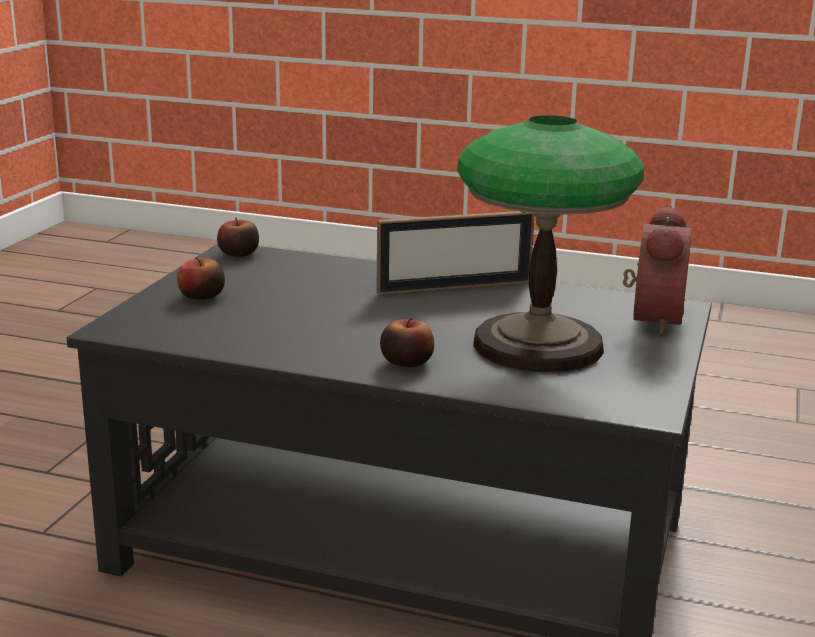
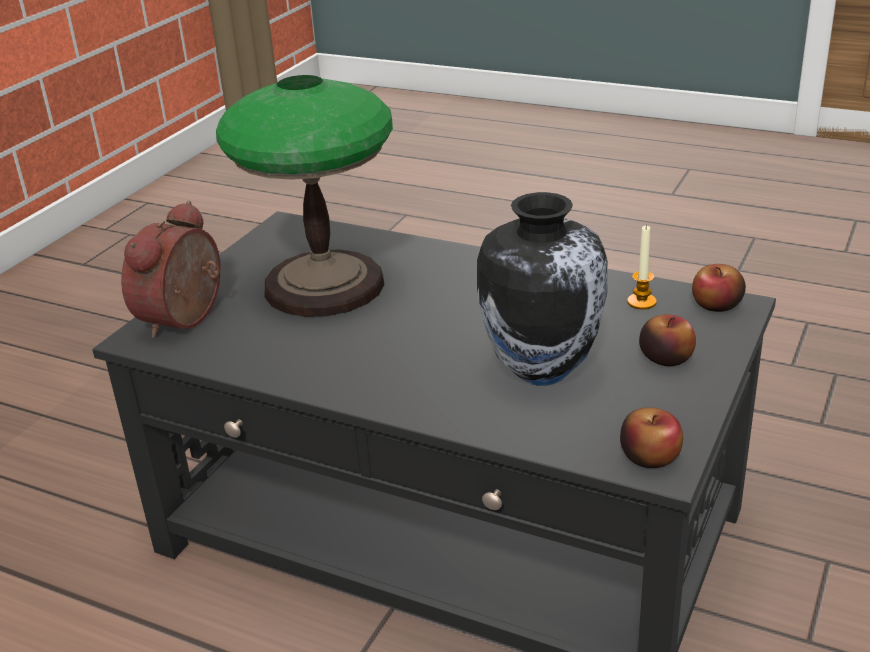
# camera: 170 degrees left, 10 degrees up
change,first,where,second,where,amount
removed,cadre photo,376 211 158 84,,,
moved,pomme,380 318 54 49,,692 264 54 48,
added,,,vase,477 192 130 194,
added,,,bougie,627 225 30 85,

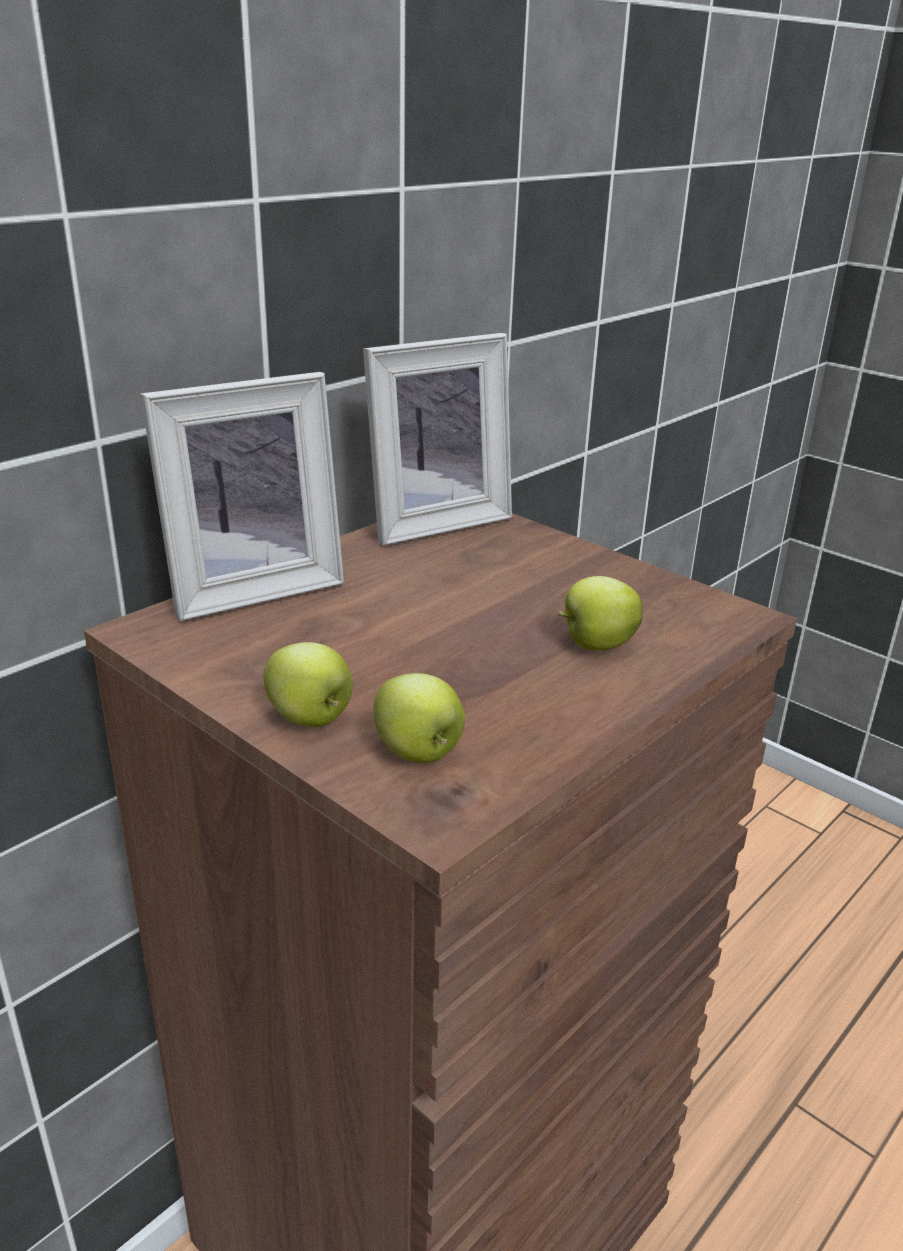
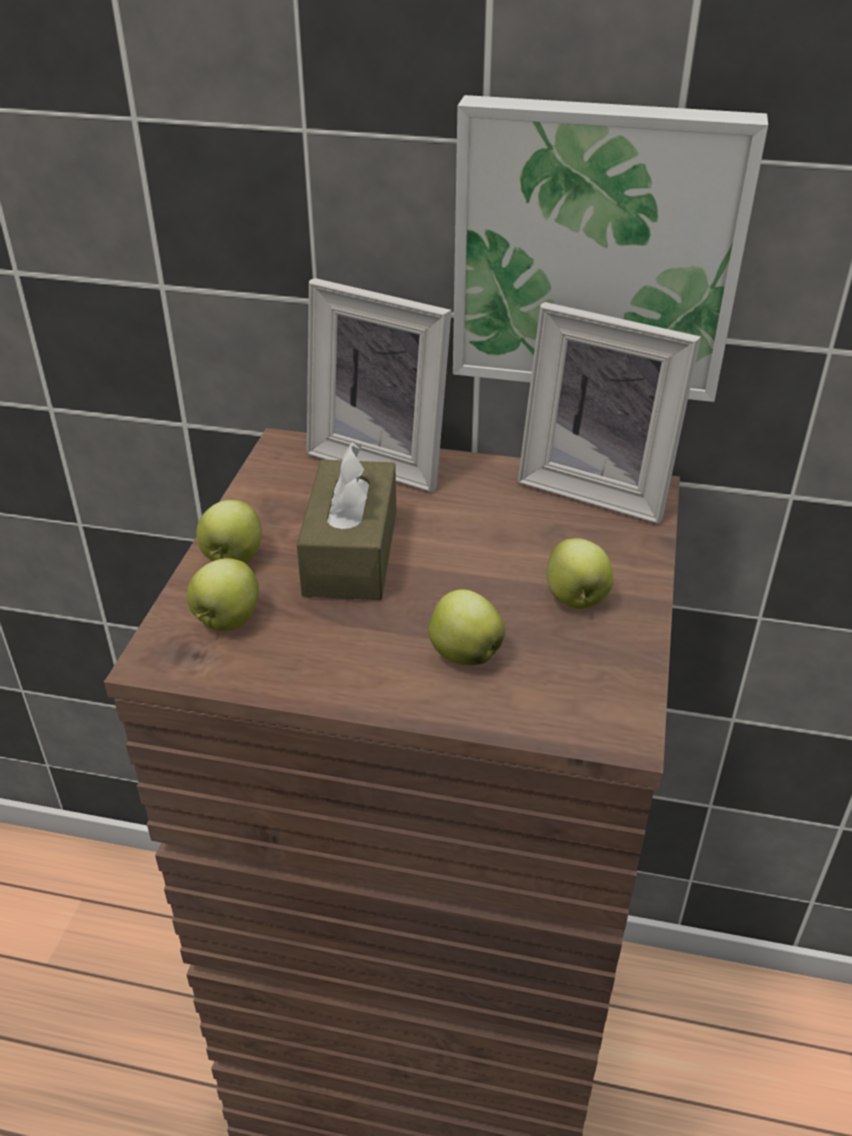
# camera: 60 degrees right, 10 degrees up
change,first,where,second,where,amount
added,,,tableau,453 95 315 307,
added,,,boîte à mouchoirs [marron],297 441 99 159,
added,,,pomme,546 538 68 71,

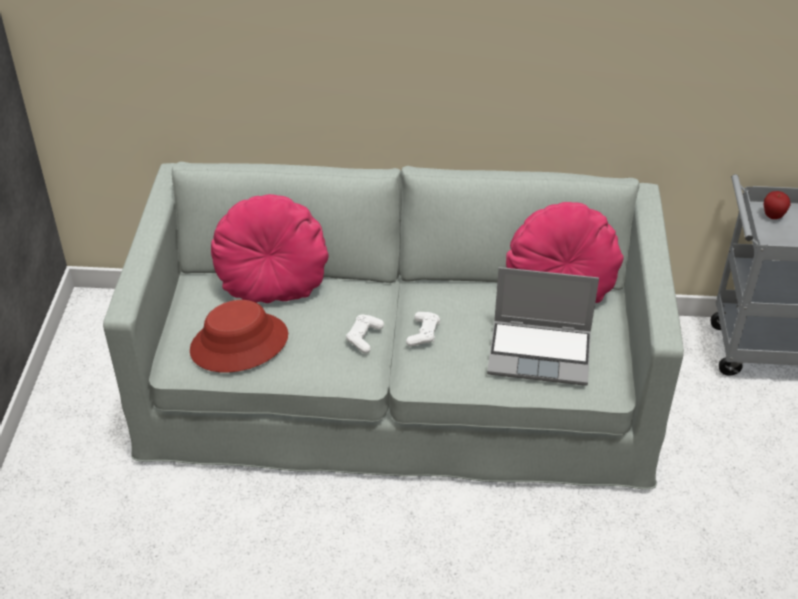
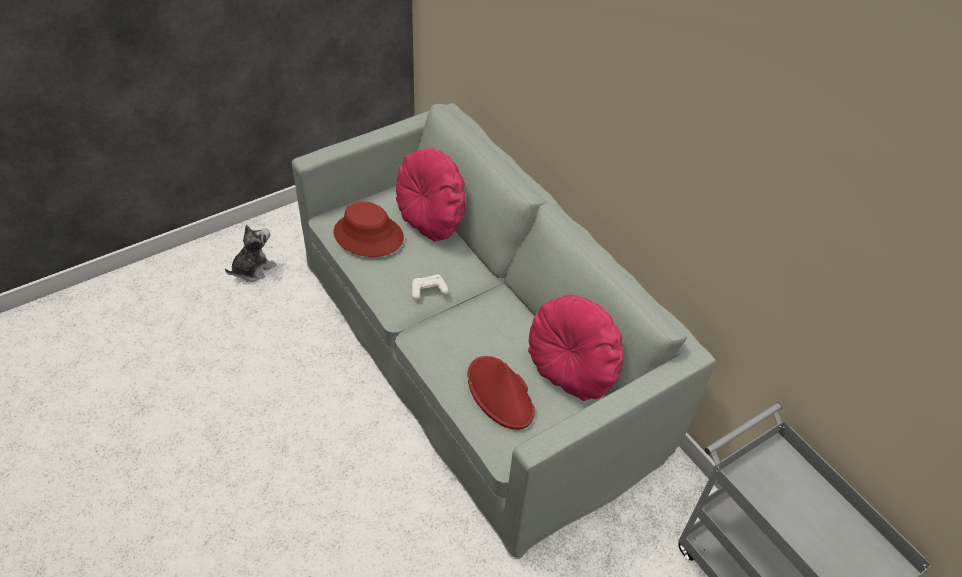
# camera: 50 degrees right, 5 degrees up
change,first,where,second,where,amount
removed,pomme,764 191 27 28,,,
replaced,ordinateur portable,487 267 112 119,chapeau [rouge],467 356 68 74,
removed,manette [blanc],406 312 34 34,,,
added,,,peluche,225 225 51 57,

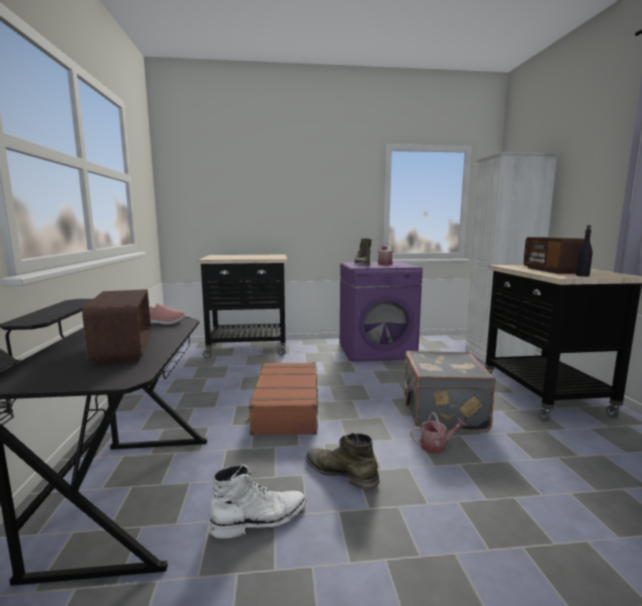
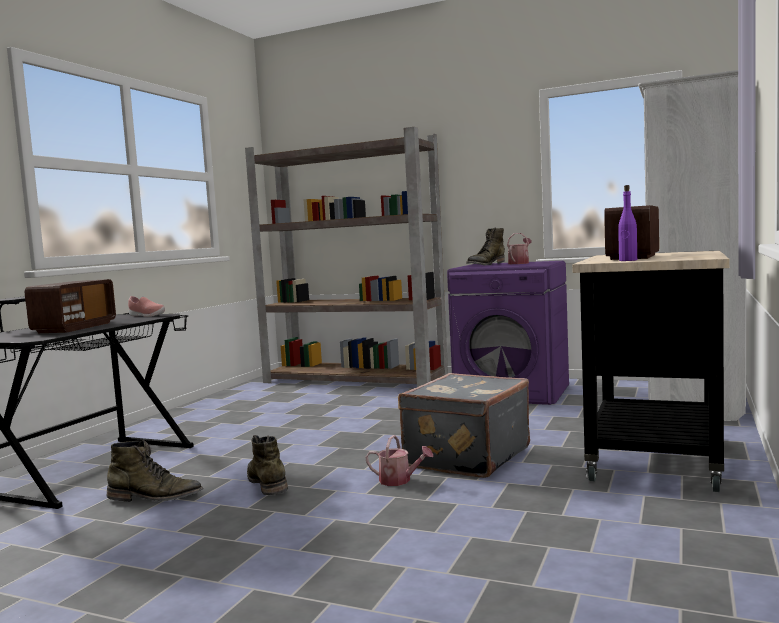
# camera: 30 degrees right, 5 degrees down
change,first,where,second,where,amount
recoloured,bouteille [noir],576 225 17 52,bouteille [violet],618 185 19 76,
replaced,chariot [noir],198 254 89 104,bibliothèque [marron],245 127 203 260,
removed,valise [marron],246 362 72 73,,,
recoloured,botte [blanc],209 464 98 74,botte [vert],107 440 96 62,

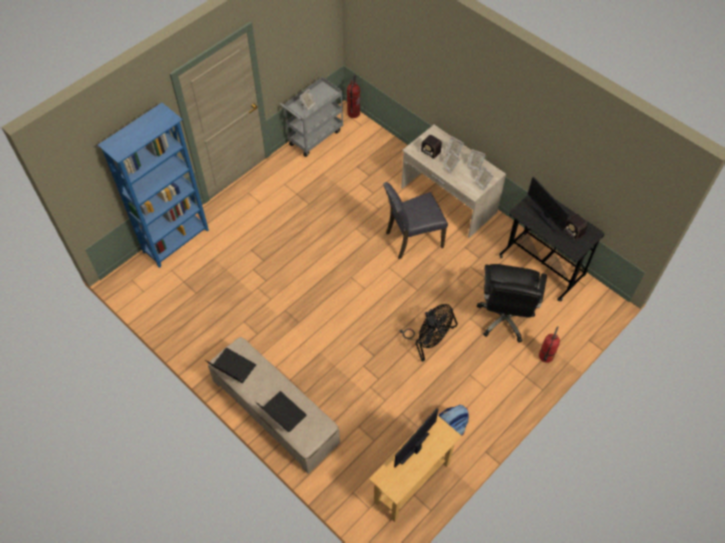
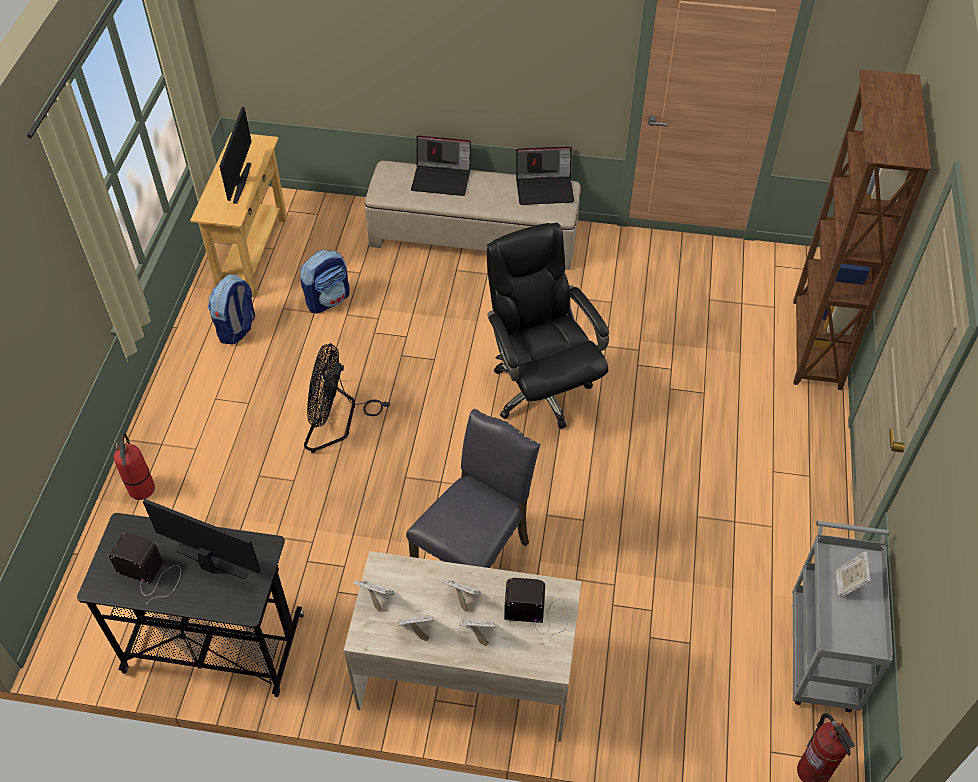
# camera: 145 degrees right, 5 degrees down
change,first,where,second,where,amount
recoloured,bibliothèque [bleu],98 103 111 165,bibliothèque [marron],793 69 138 321,
moved,chaise de bureau [noir],477 264 70 78,,487 223 122 206,
added,,,sac à dos,300 250 49 64,

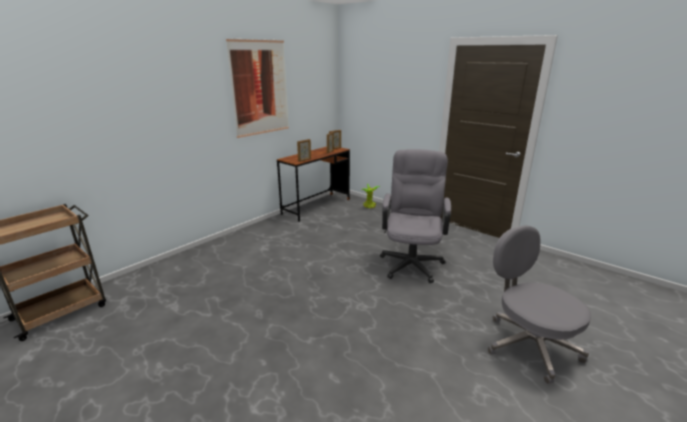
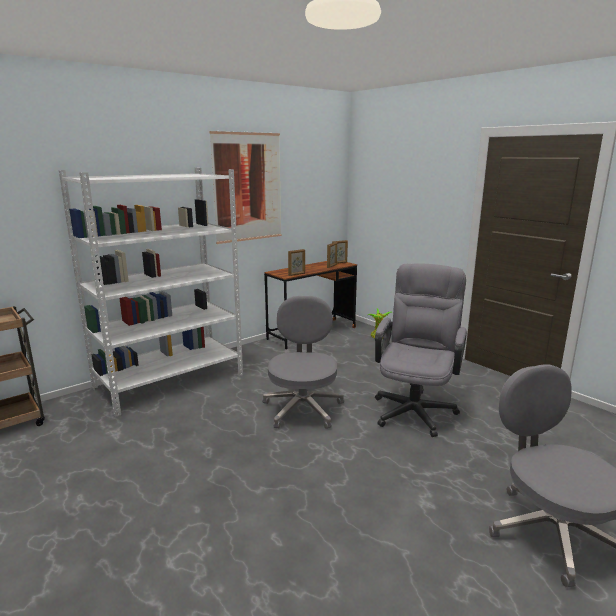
# camera: 10 degrees right, 5 degrees down
change,first,where,second,where,amount
added,,,bibliothèque [blanc],59 168 184 249,
added,,,chaise de bureau [gris],262 296 82 133,

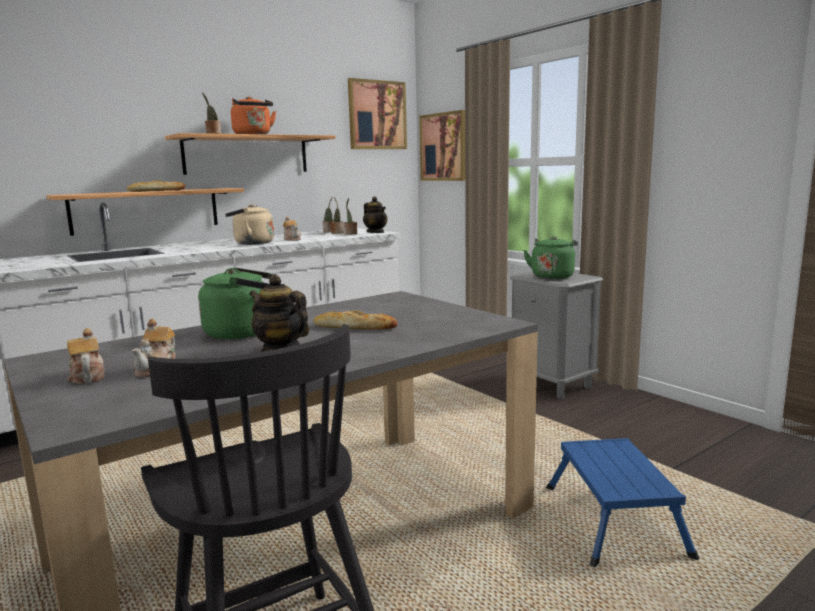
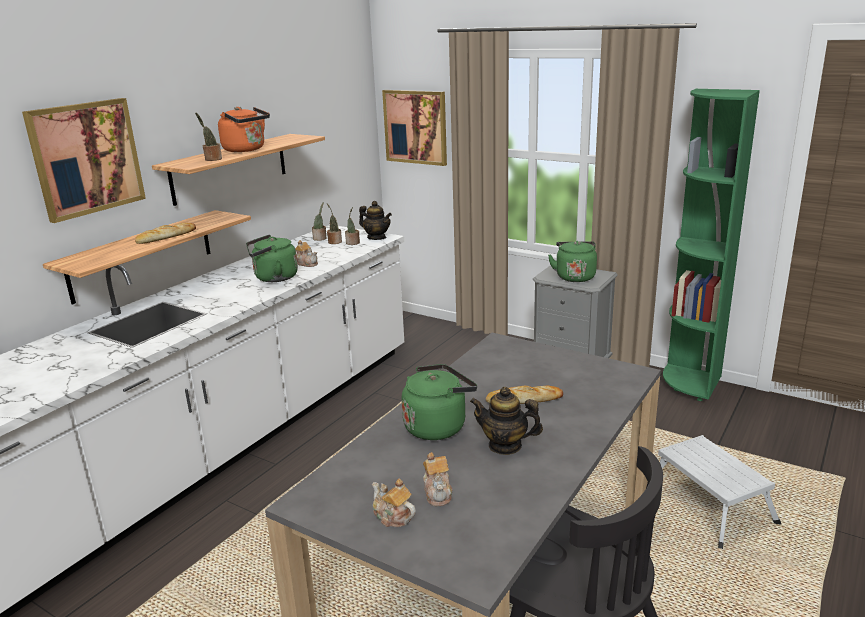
# camera: 20 degrees left, 10 degrees up
change,first,where,second,where,amount
moved,tableau,348 78 59 71,,22 98 124 125,
recoloured,bouilloire [beige],225 204 49 41,bouilloire [vert],246 234 52 48,
recoloured,escabeau [bleu],546 438 153 130,escabeau [blanc],658 435 123 114,
added,,,bibliothèque [vert],663 89 97 312,

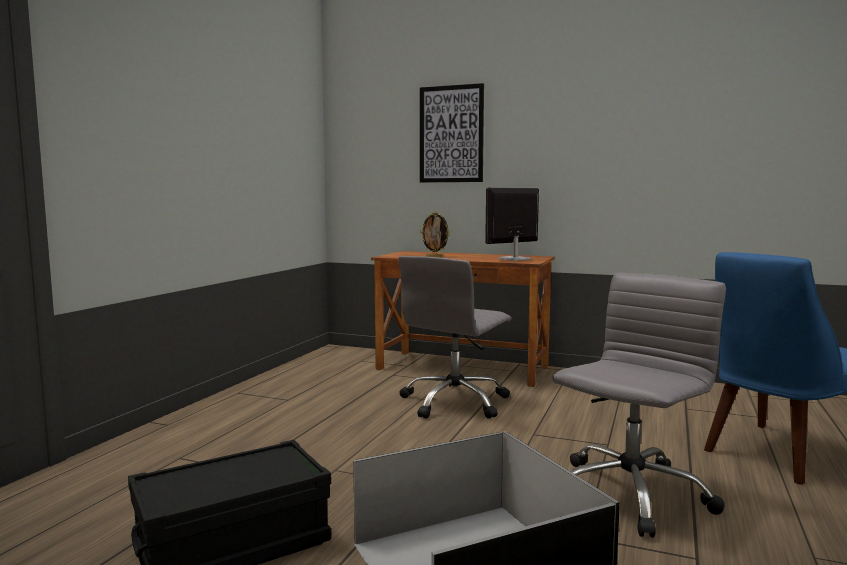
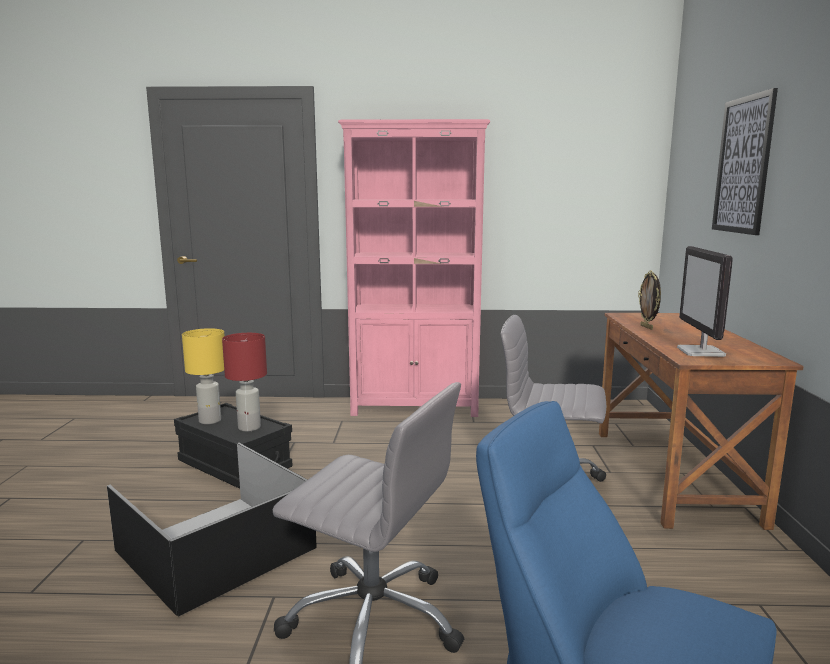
# camera: 70 degrees right, 5 degrees up
change,first,where,second,where,amount
turned,écran d'ordinateur,485 187 54 74,,677 246 55 111,120 degrees counterclockwise
added,,,bibliothèque [rose],338 119 152 298,
added,,,lampe de table [jaune],182 328 43 96,
added,,,lampe de table [rouge],222 333 45 98,

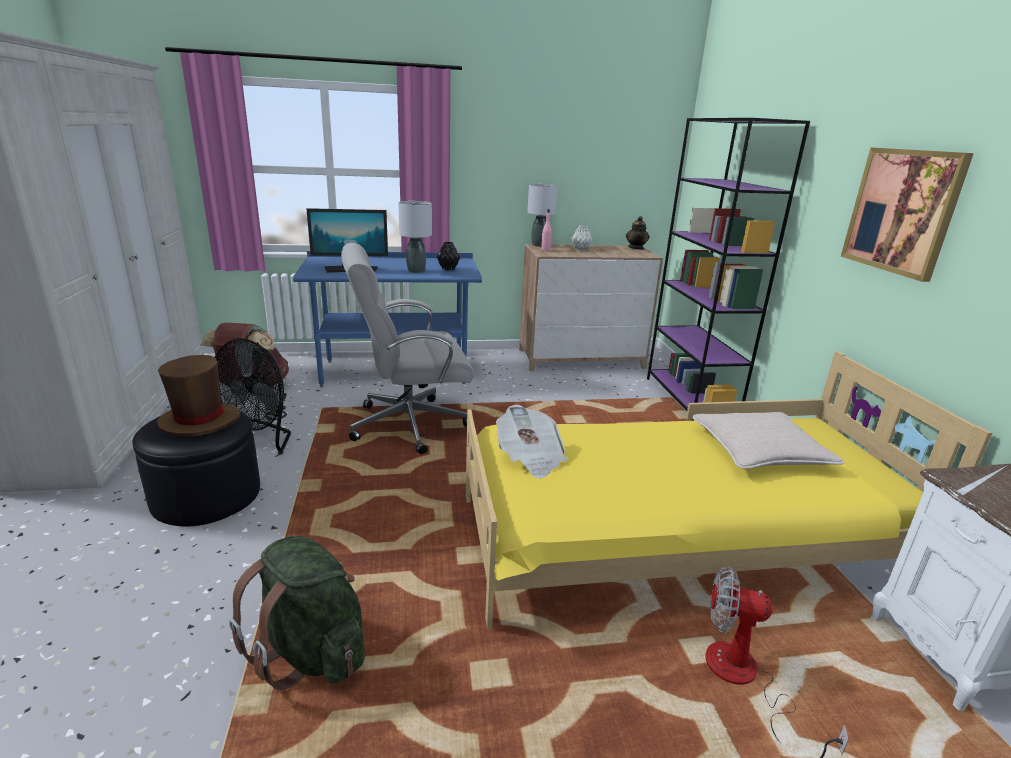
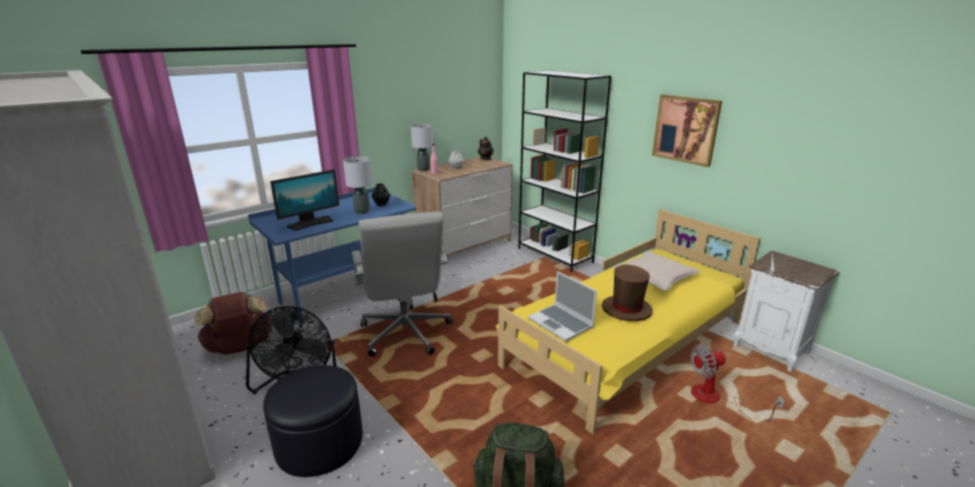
# camera: 30 degrees left, 0 degrees up
change,first,where,second,where,amount
recoloured,bibliothèque [violet],647 118 163 303,bibliothèque [blanc],518 70 93 202,
turned,chaise de bureau [gris],341 243 133 211,,352 211 101 146,60 degrees counterclockwise
moved,chapeau [marron],157 355 83 82,,602 264 51 57,
replaced,journal,496 405 71 74,ordinateur portable,528 271 69 71,

